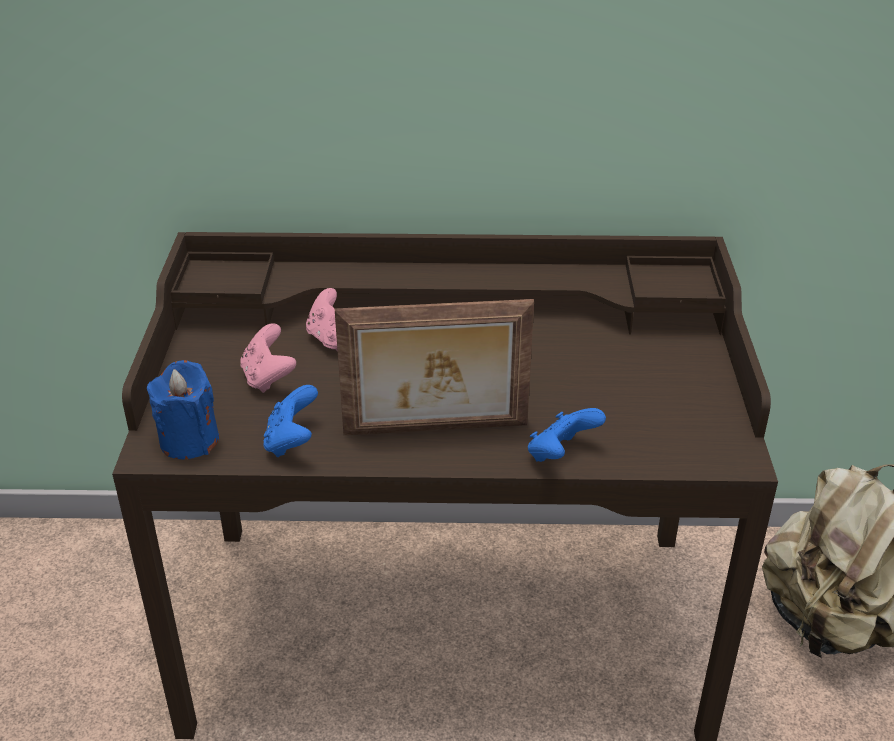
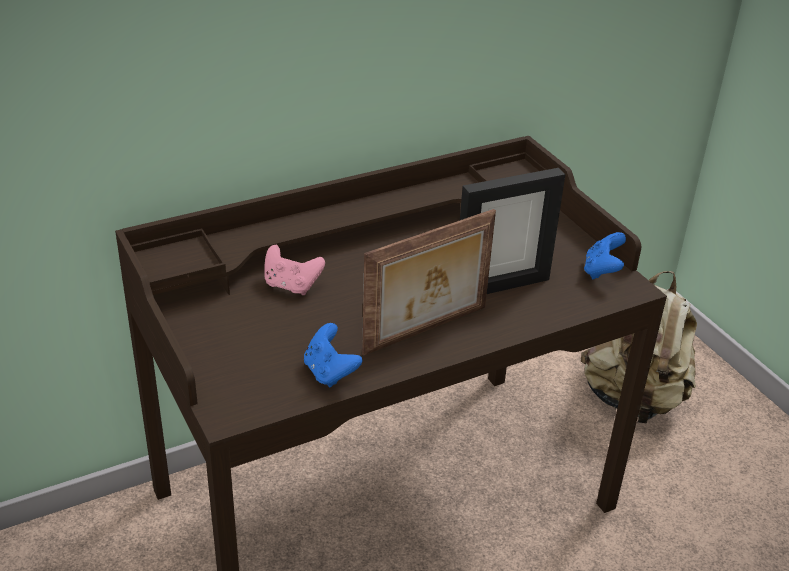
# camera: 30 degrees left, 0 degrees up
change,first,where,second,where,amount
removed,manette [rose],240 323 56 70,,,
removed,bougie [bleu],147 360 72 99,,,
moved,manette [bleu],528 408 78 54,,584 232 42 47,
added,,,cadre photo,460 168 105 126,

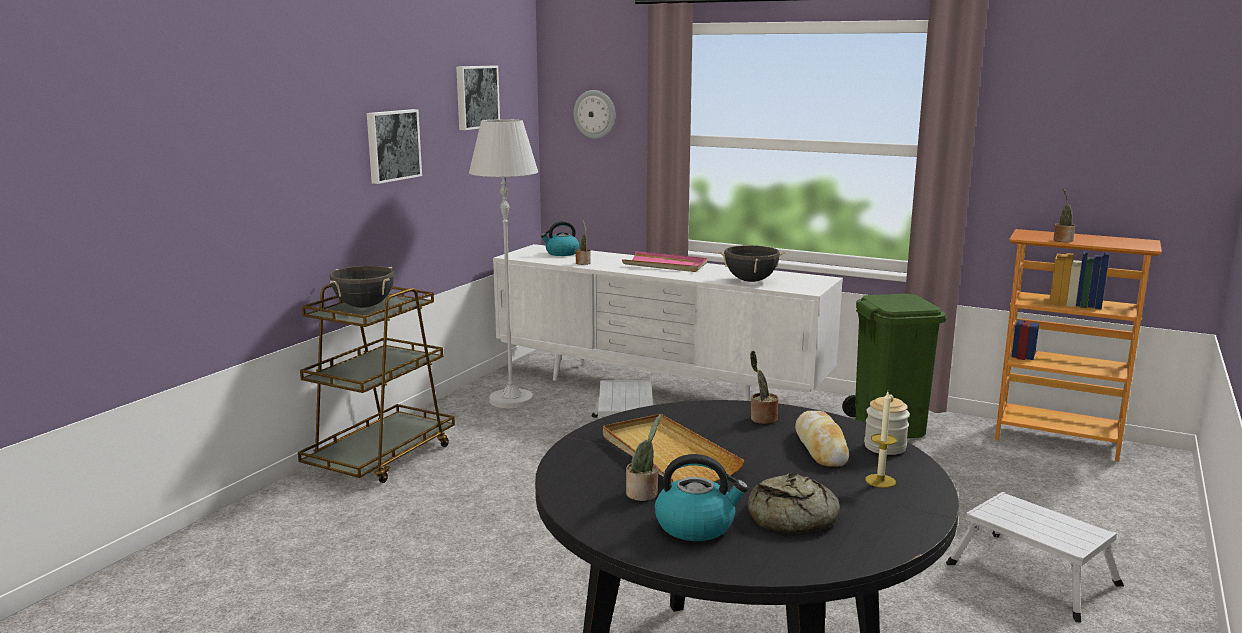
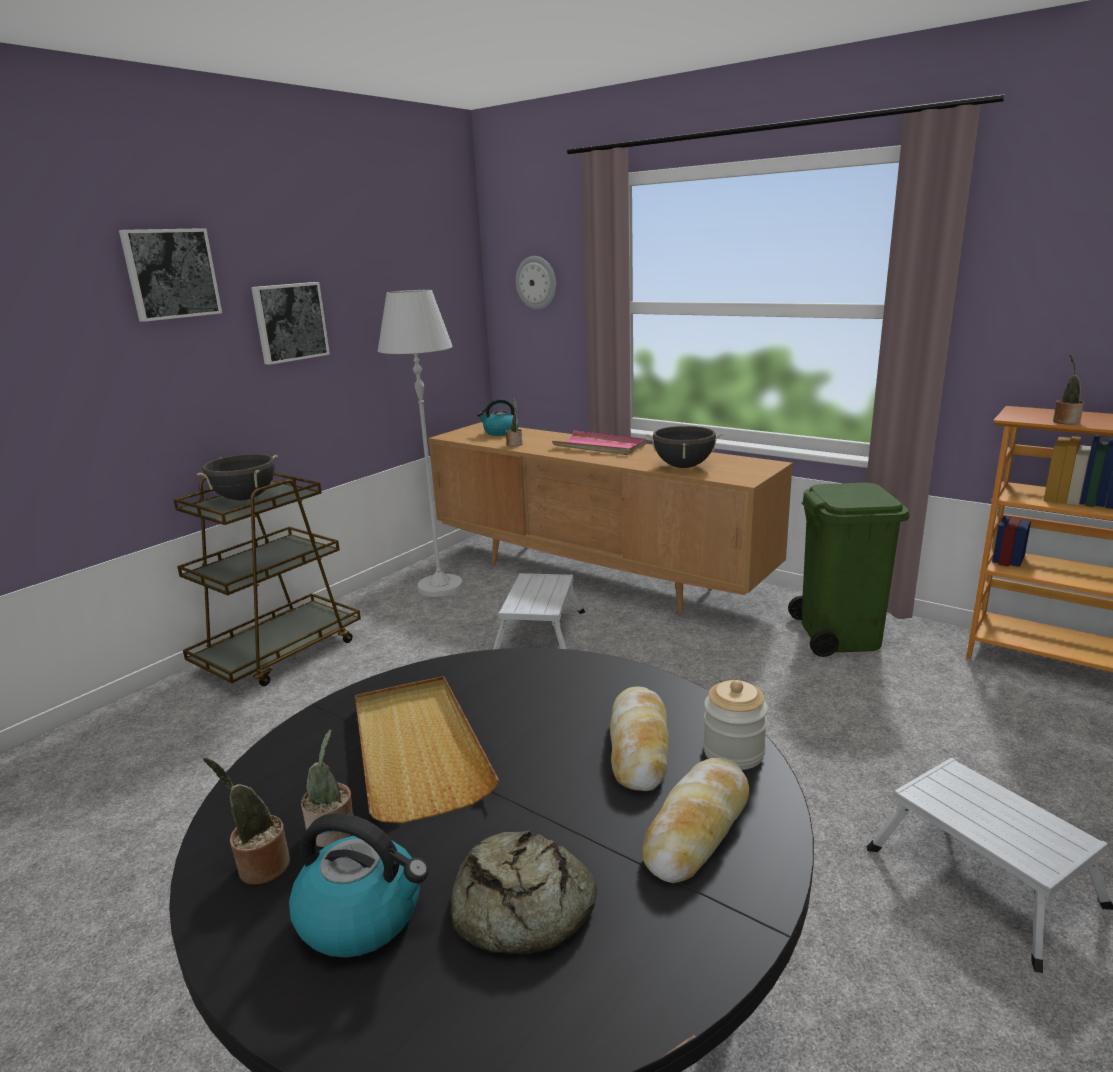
# camera: 10 degrees right, 5 degrees up
change,first,where,second,where,amount
moved,tableau,456 66 44 64,,119 228 103 94,
recoloured,meuble de rangement [blanc],493 244 350 157,meuble de rangement [marron],428 422 365 193,
moved,plante en pot,750 351 28 73,,203 757 87 128,
replaced,bougie,865 392 32 96,pain,642 758 107 125,

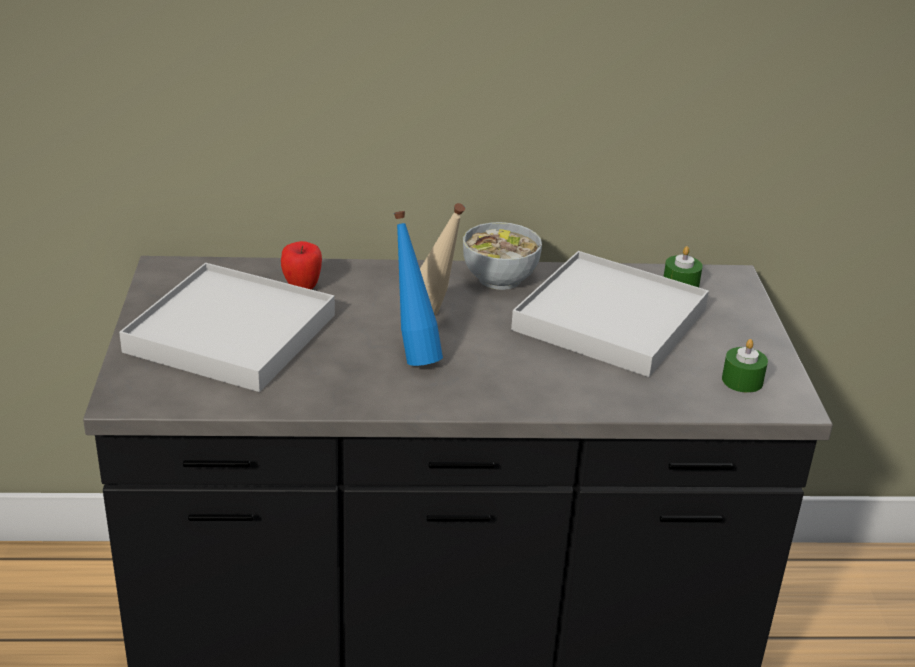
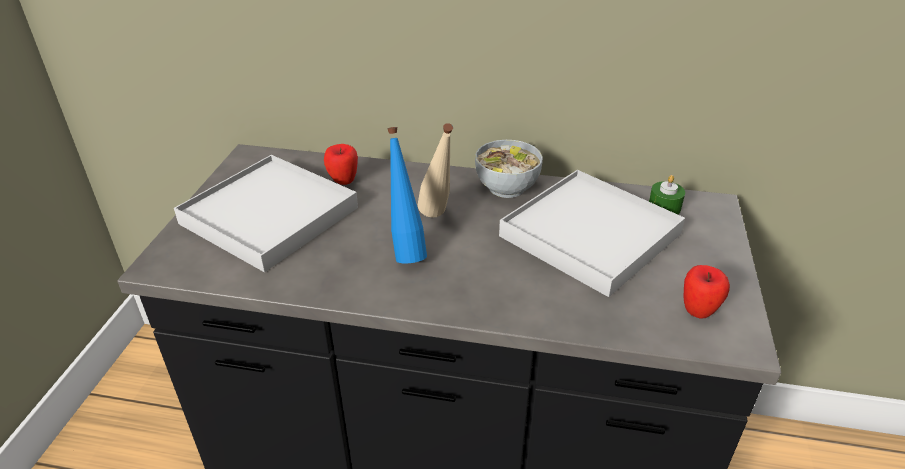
# camera: 15 degrees right, 5 degrees up
change,first,where,second,where,amount
replaced,bougie [vert],722 339 46 54,pomme,684 265 46 54,

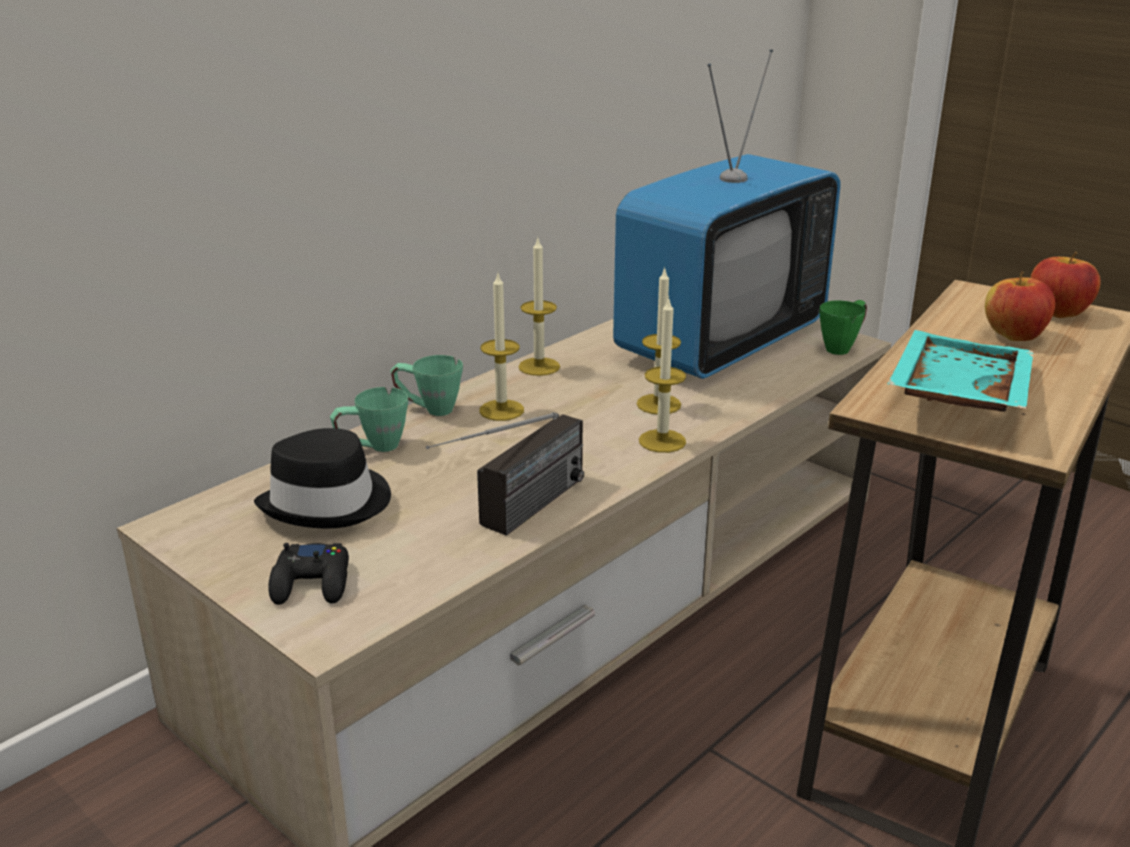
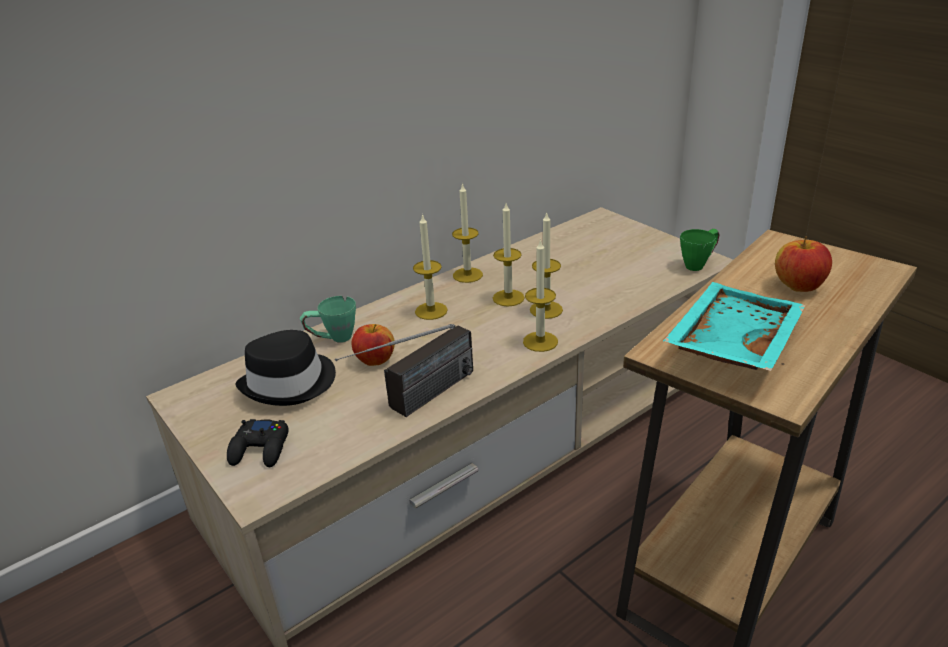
# camera: 10 degrees right, 5 degrees up
change,first,where,second,where,amount
removed,téléviseur,613 49 228 330,,,
moved,pomme,1030 252 71 66,,352 324 43 42,
removed,mug [vert],391 355 72 61,,,
added,,,bougie,493 203 32 104,

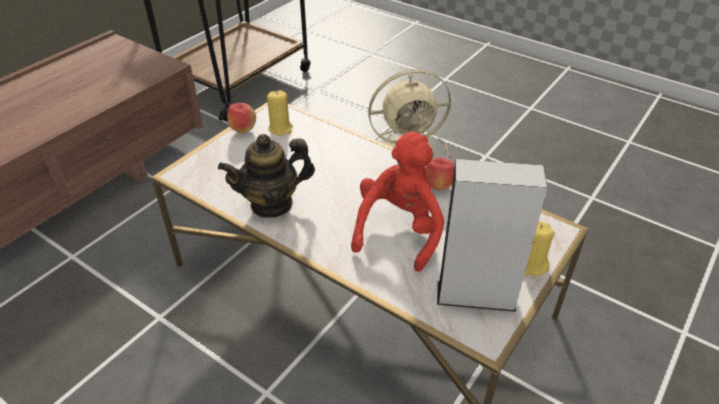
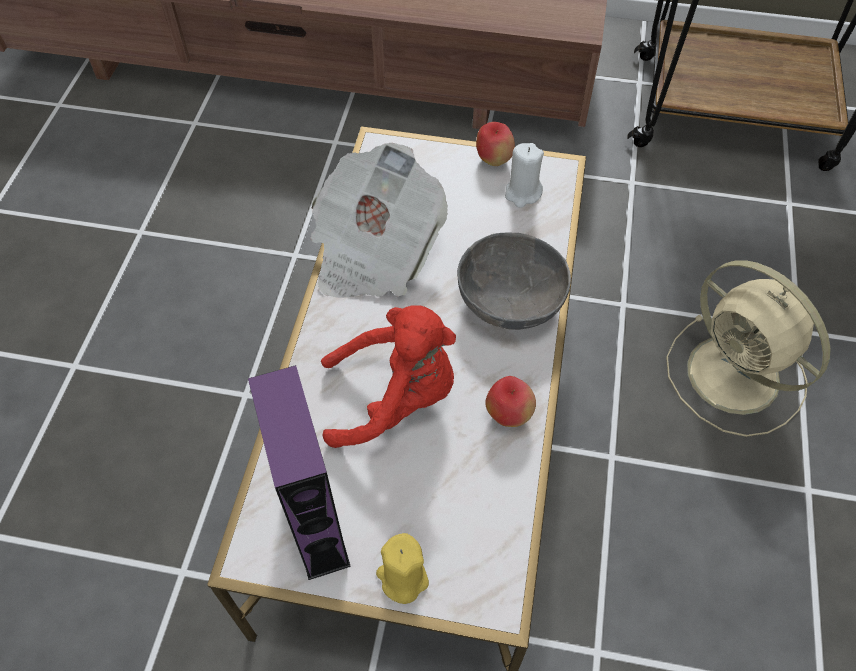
# camera: 65 degrees right, 15 degrees up
change,first,where,second,where,amount
recoloured,bougie [jaune],267 90 26 46,bougie [blanc],505 143 39 65,
replaced,théière,218 134 97 84,journal,311 143 137 155,
recoloured,enceinte [gris],437 159 111 153,enceinte [violet],248 365 103 215,
added,,,bol [gris],457 232 114 98,

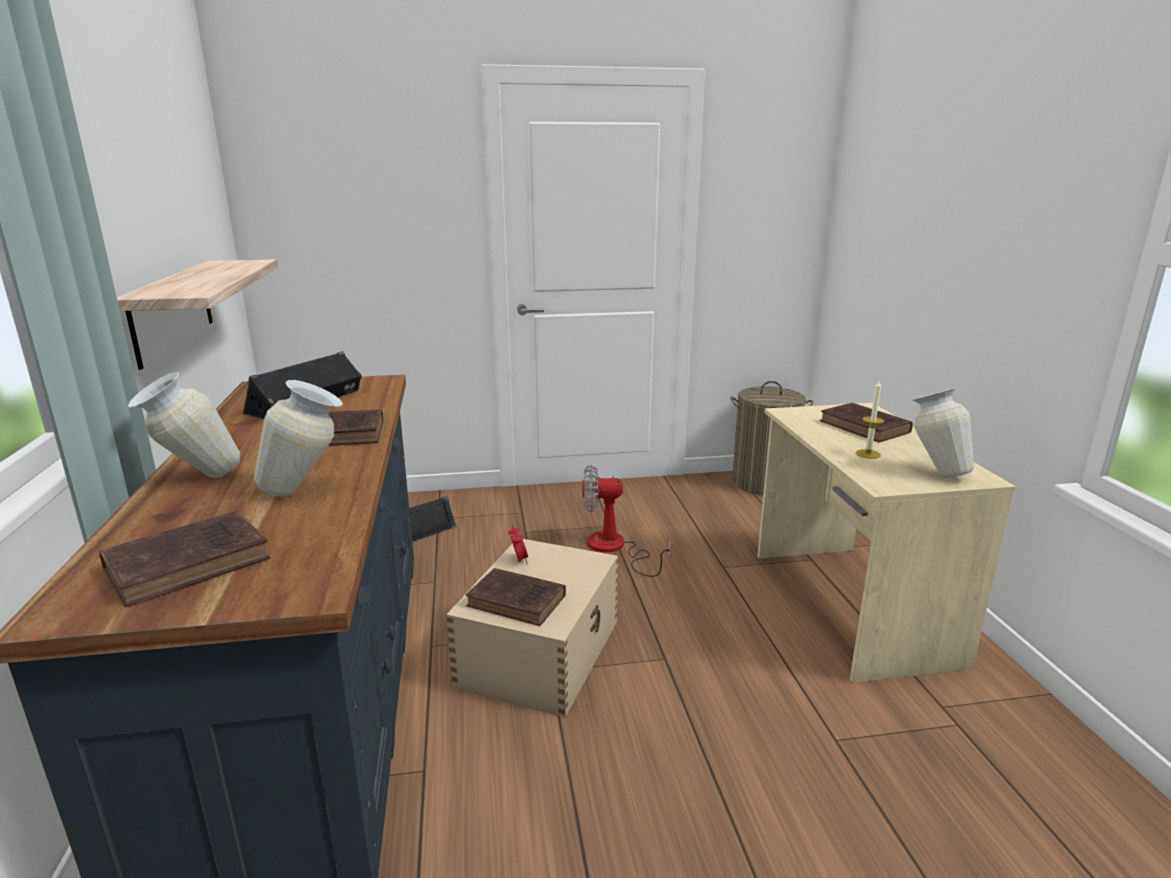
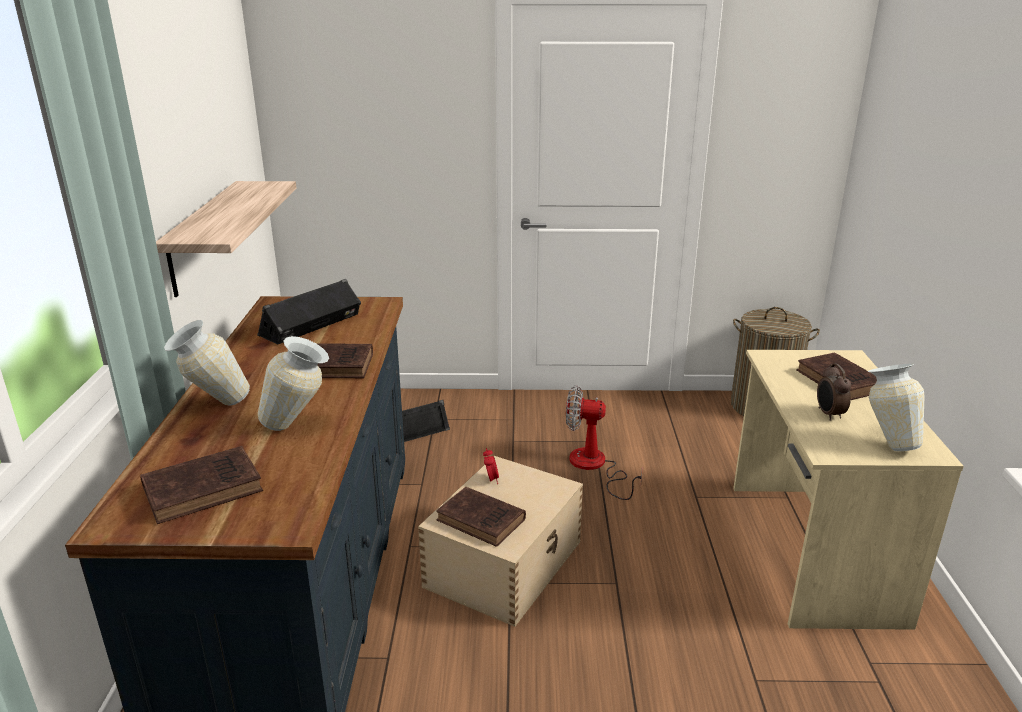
# camera: 10 degrees right, 5 degrees up
change,first,where,second,where,amount
replaced,bougie,856 381 28 78,réveil,817 363 34 58,

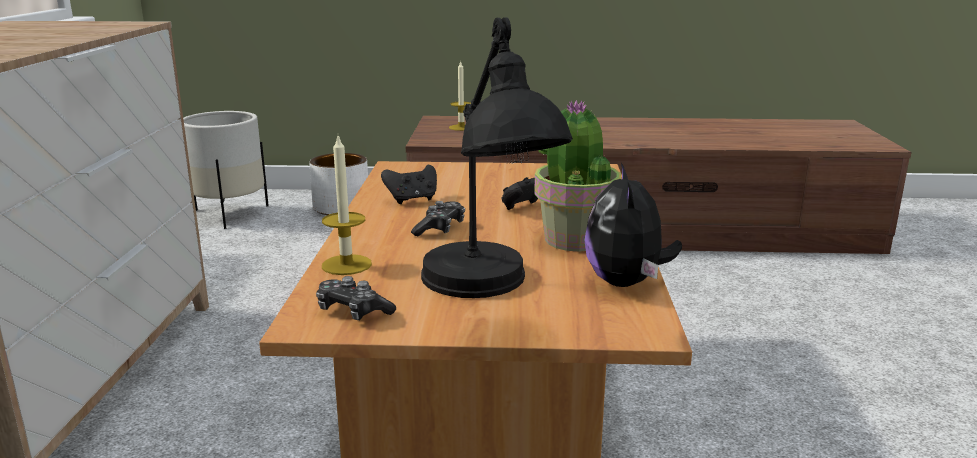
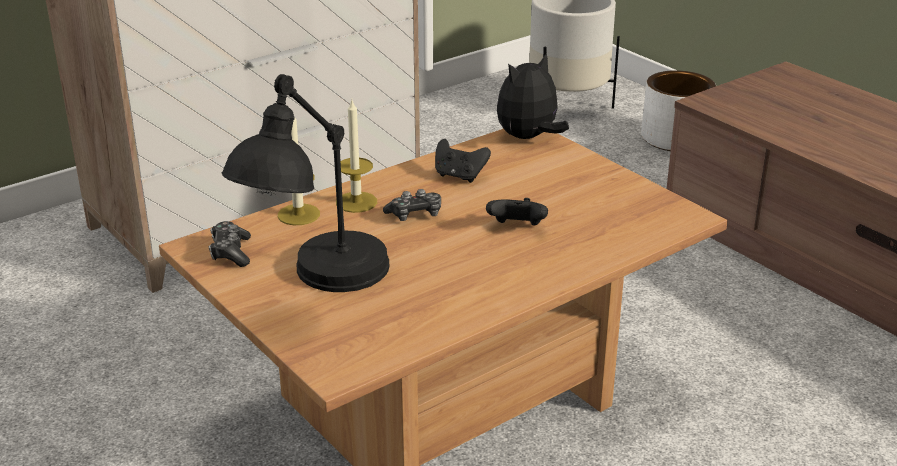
# camera: 50 degrees right, 10 degrees up
change,first,where,second,where,amount
moved,bougie,449 60 22 71,,336 100 41 113,
removed,plante en pot,534 100 87 151,,,
moved,peluche,584 163 98 124,,497 53 72 86,

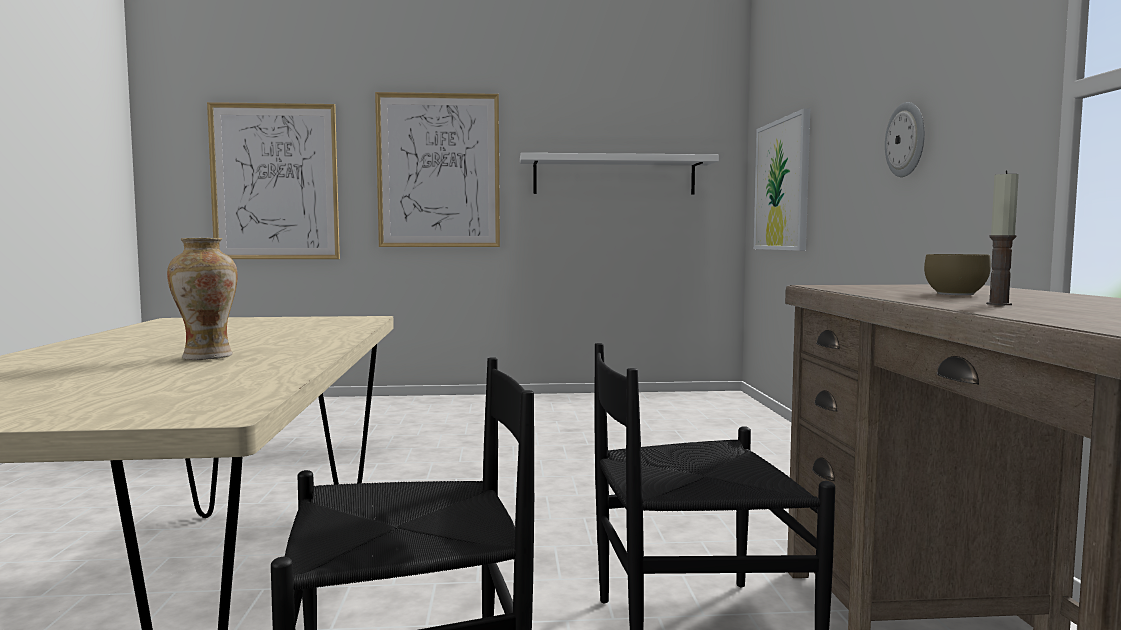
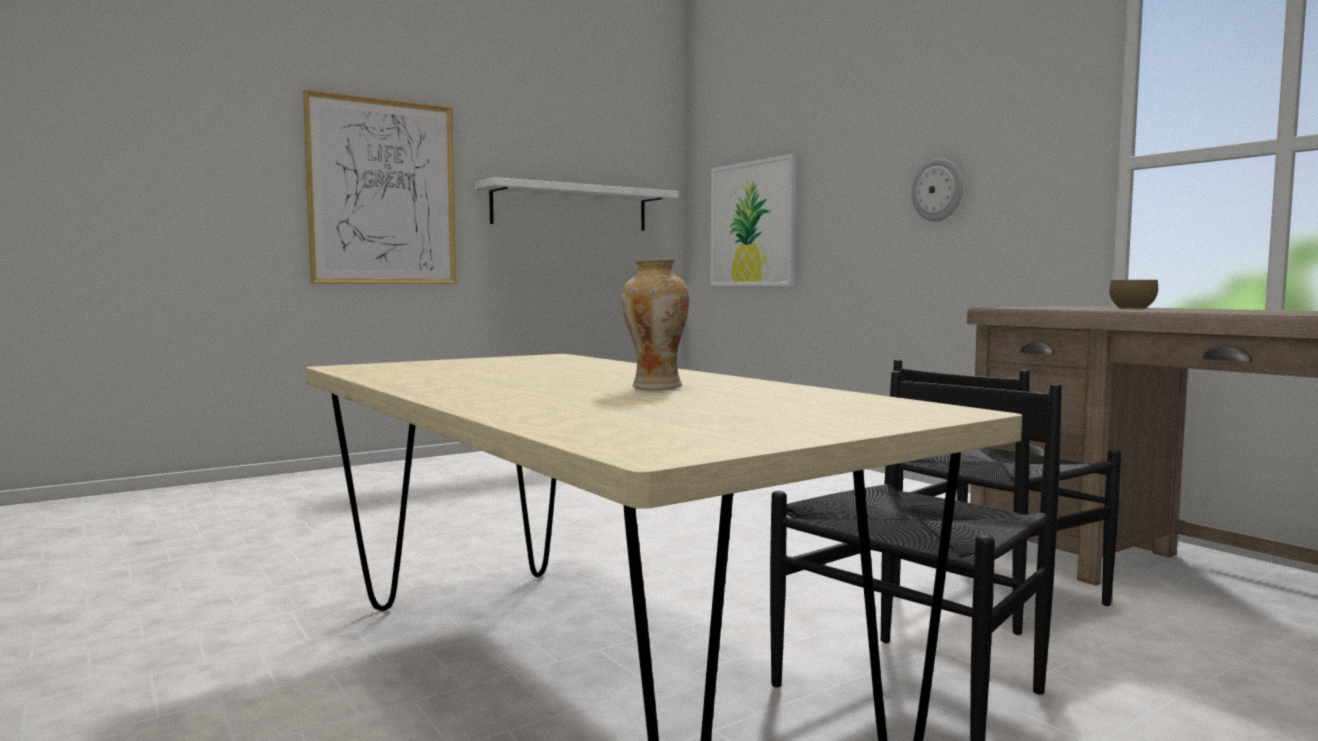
# camera: 30 degrees left, 0 degrees up
change,first,where,second,where,amount
removed,tableau,207 102 133 157,,,
removed,bougie,986 170 33 135,,,

